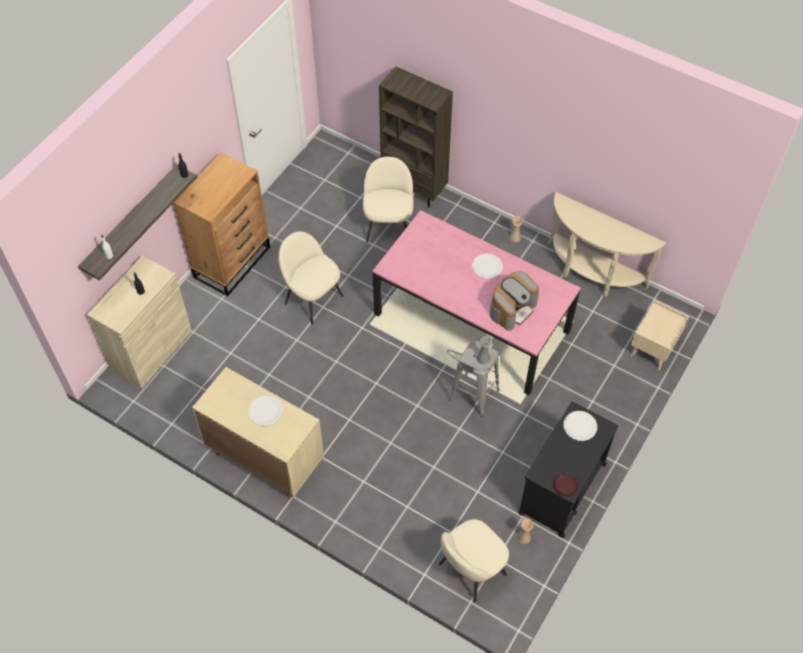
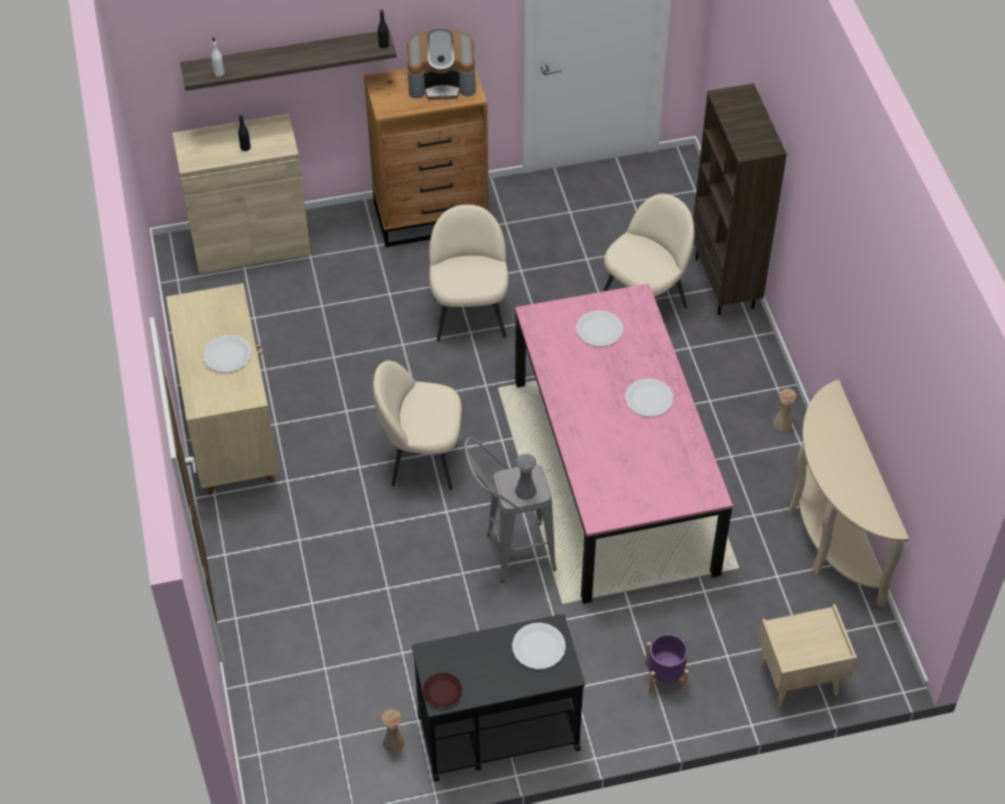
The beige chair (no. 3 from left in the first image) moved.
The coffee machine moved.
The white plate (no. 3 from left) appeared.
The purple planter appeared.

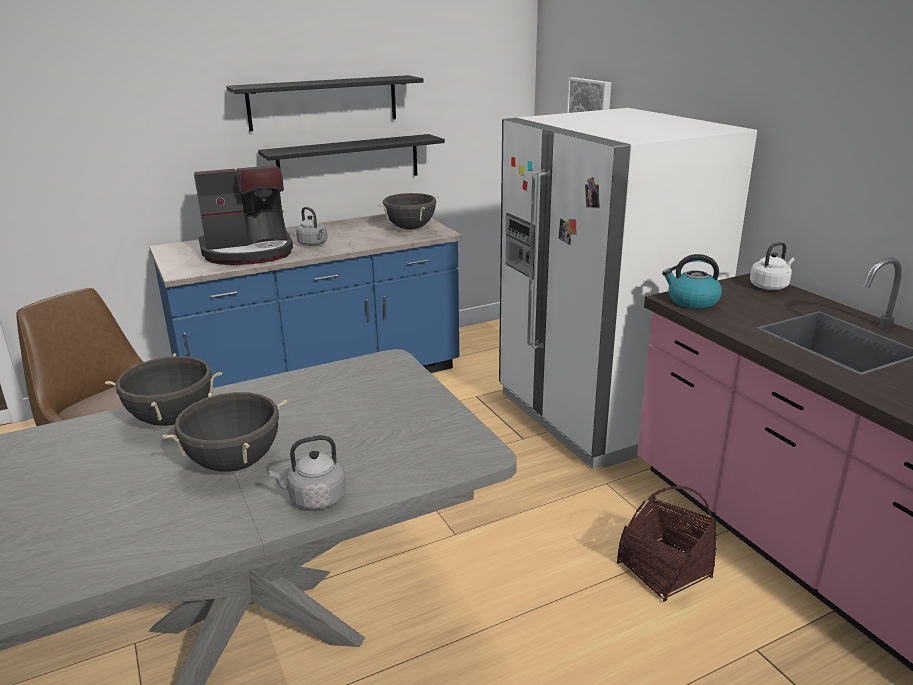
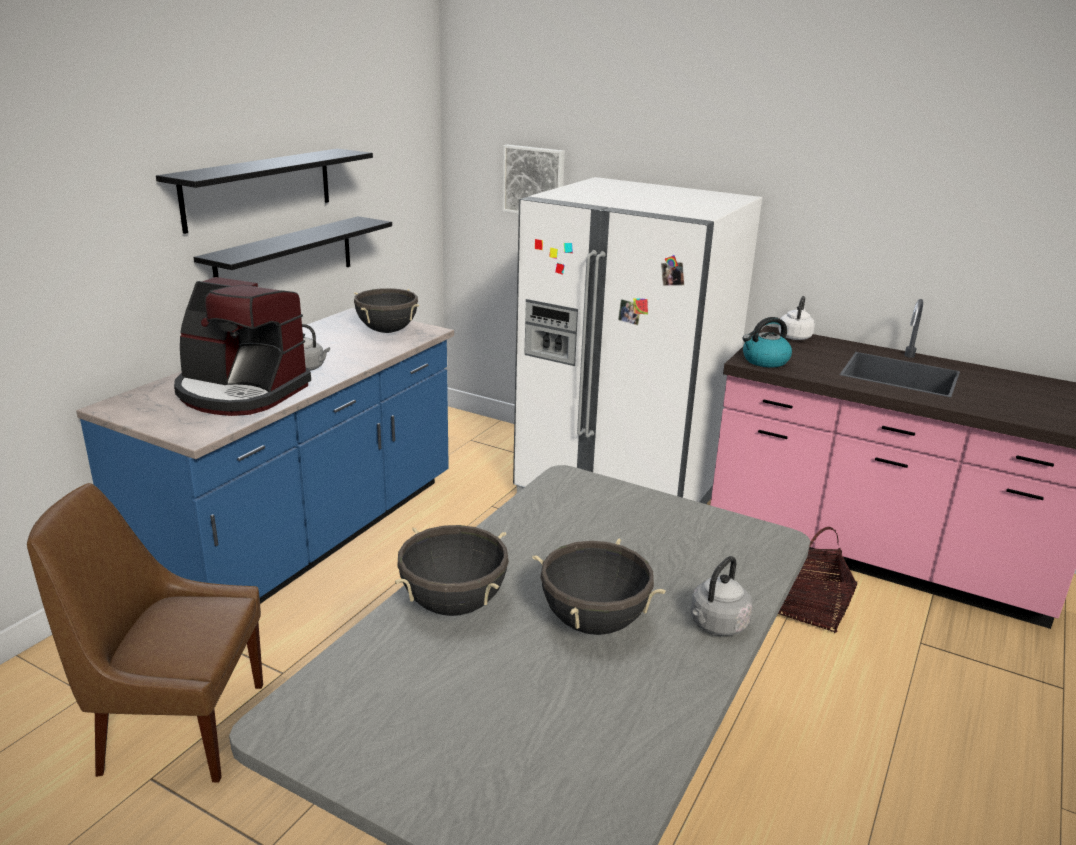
The coffee machine turned 75 degrees clockwise.

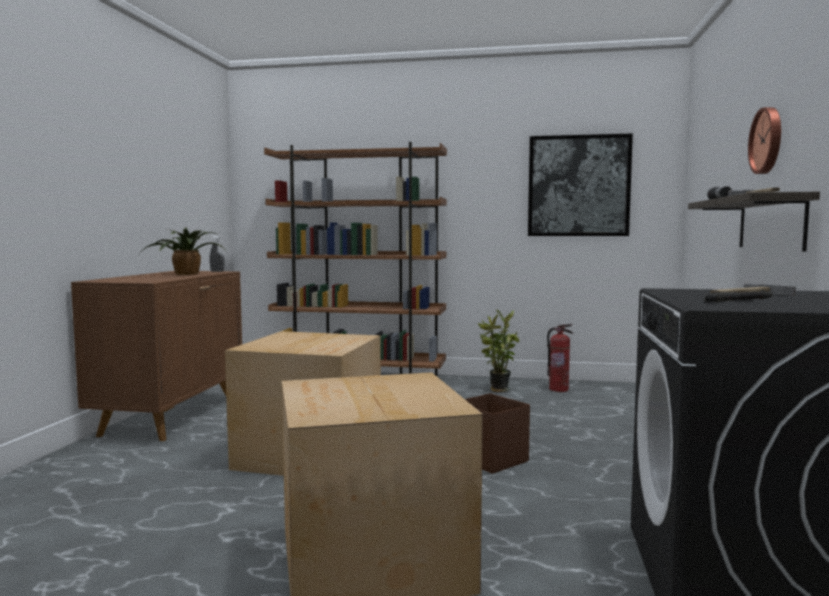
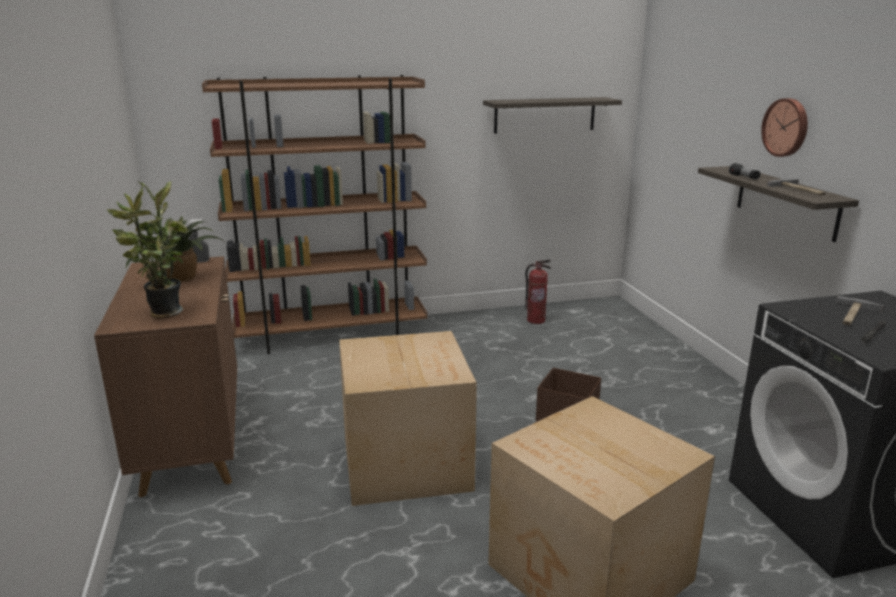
The potted plant (no. 2 from left in the first image) moved.
The picture was replaced by the shelf (no. 1 from left).

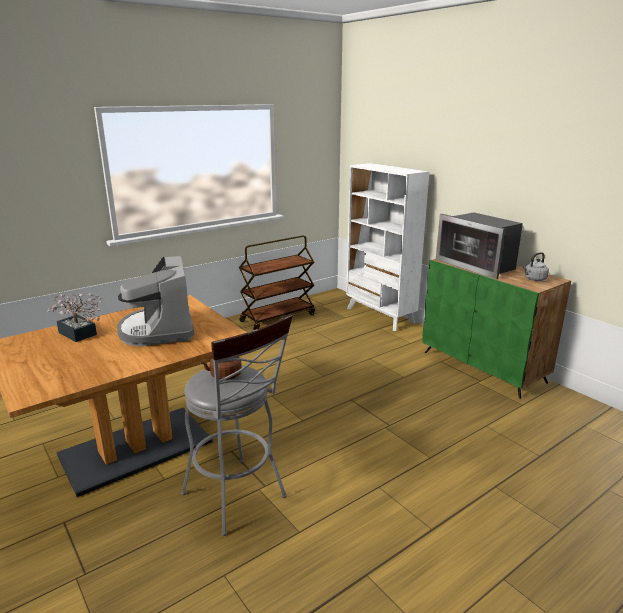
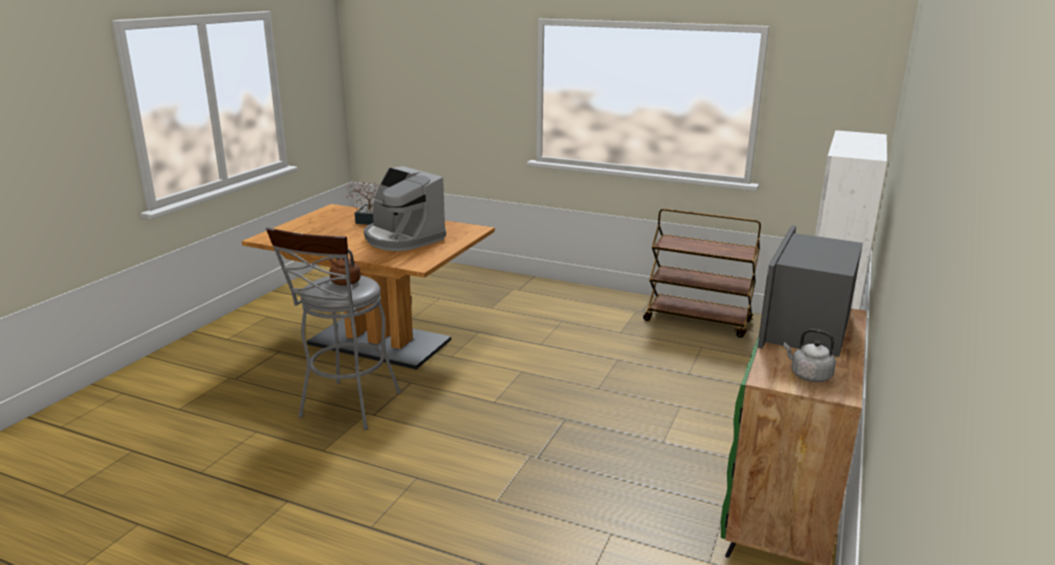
The coffee machine turned 90 degrees counterclockwise.

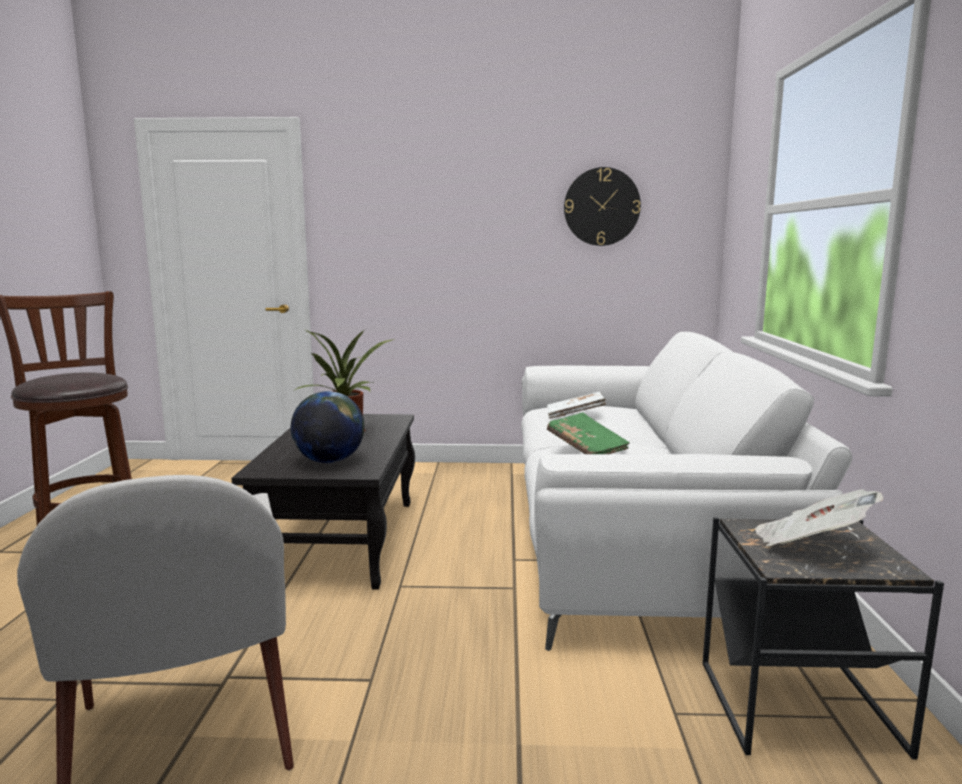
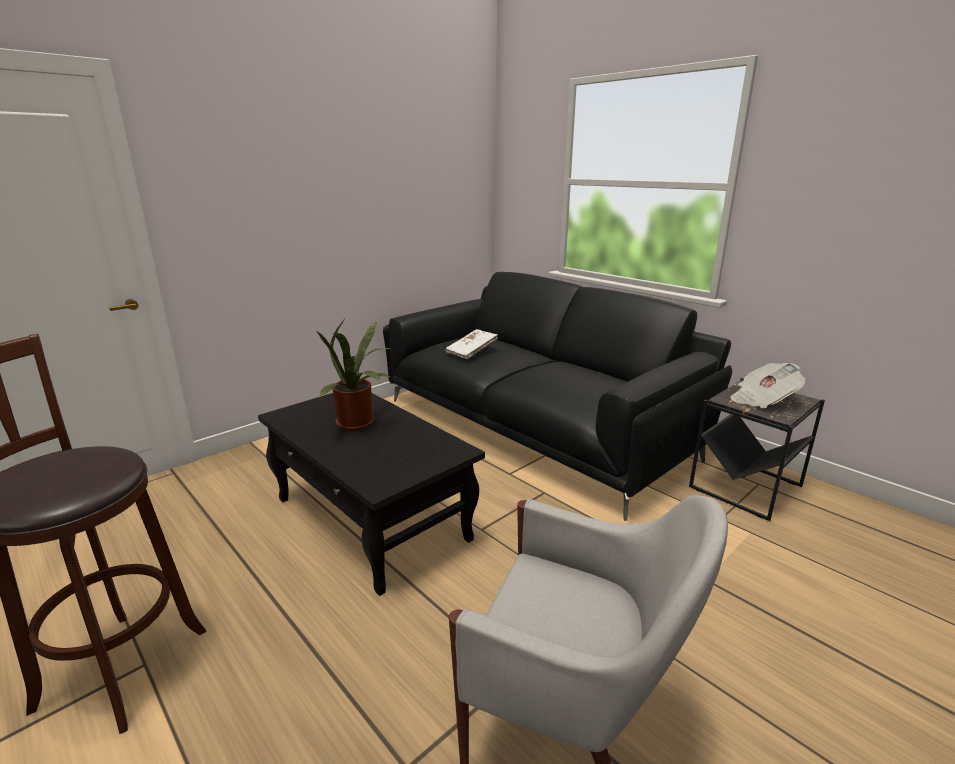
The globe disappeared.
The white sofa became the black sofa.
The green book disappeared.
The wall clock disappeared.

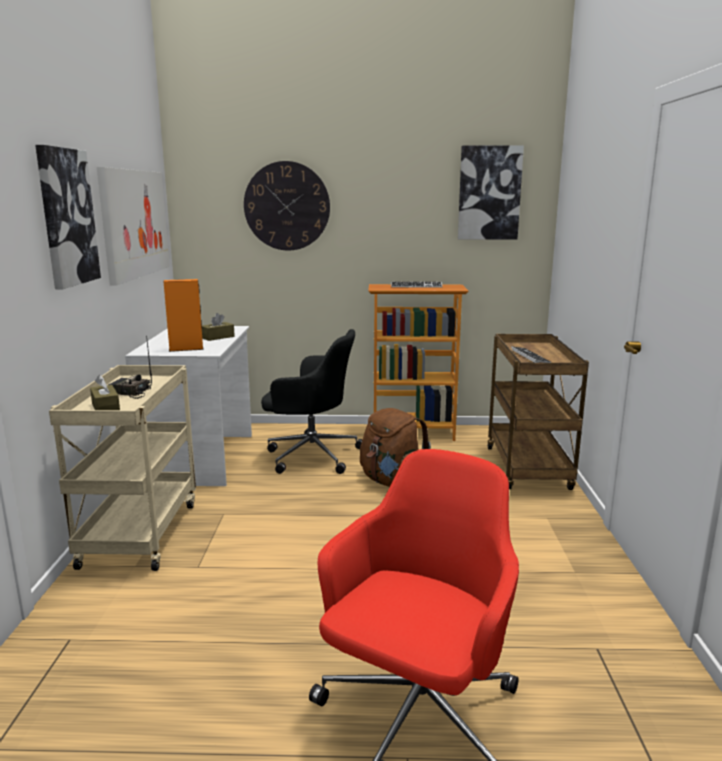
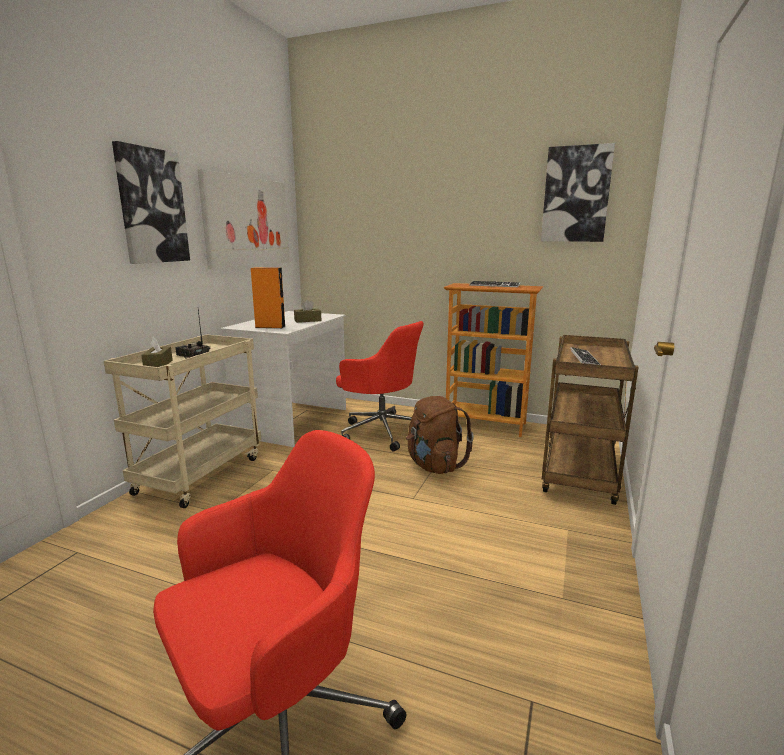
The wall clock disappeared.
The black office chair became the red office chair (no. 2 from left).

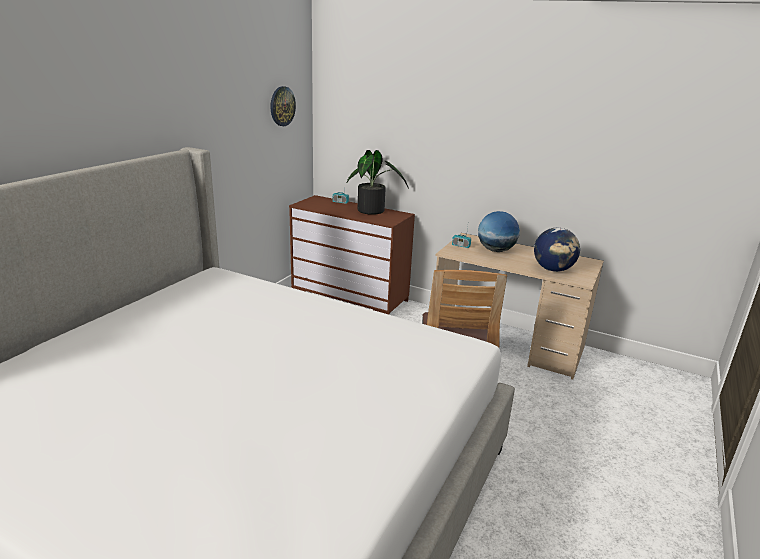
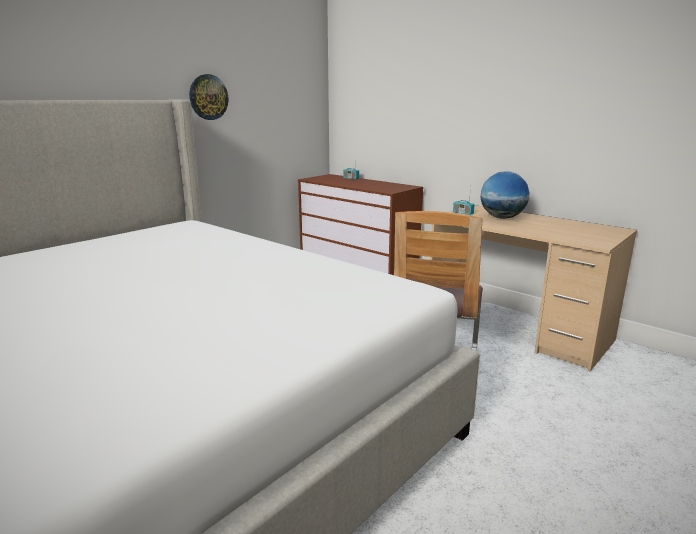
The wall clock moved.
The potted plant disappeared.
The globe (no. 2 from left) disappeared.

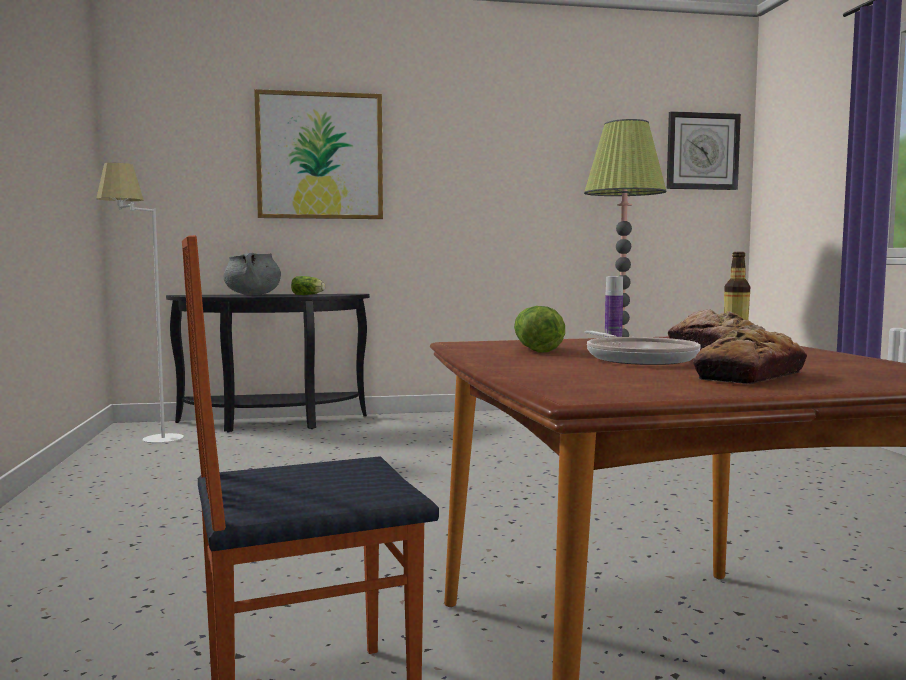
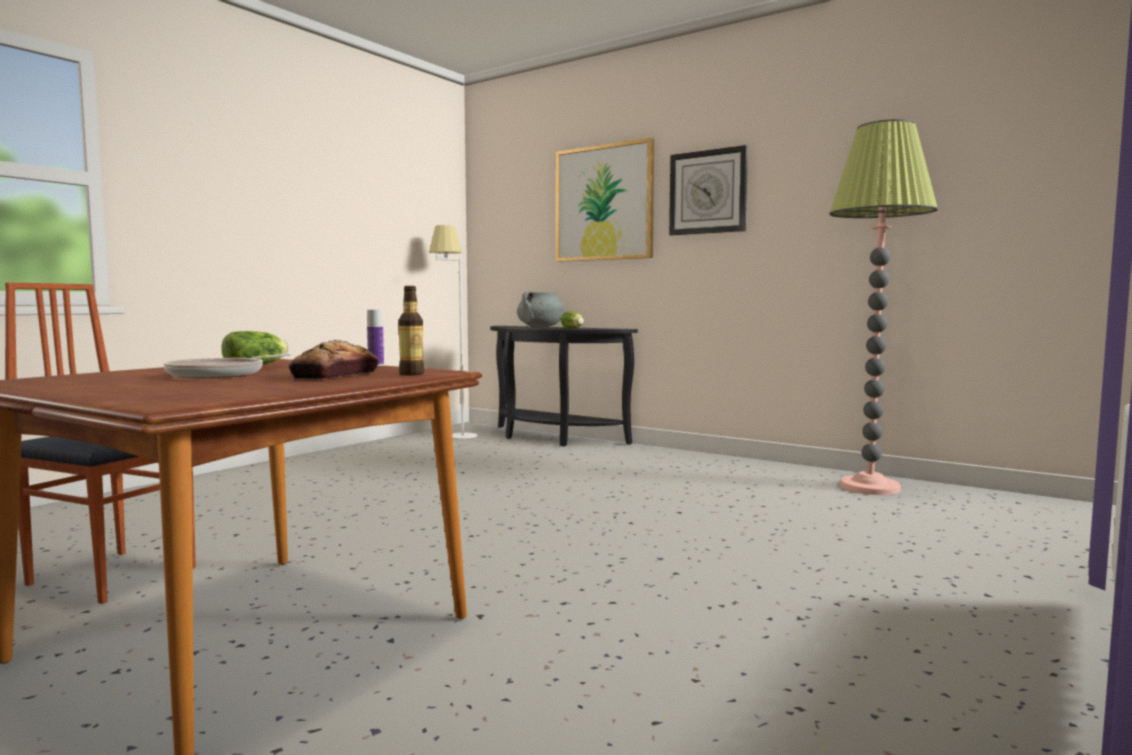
The wall clock moved.
The bread (no. 2 from left) disappeared.

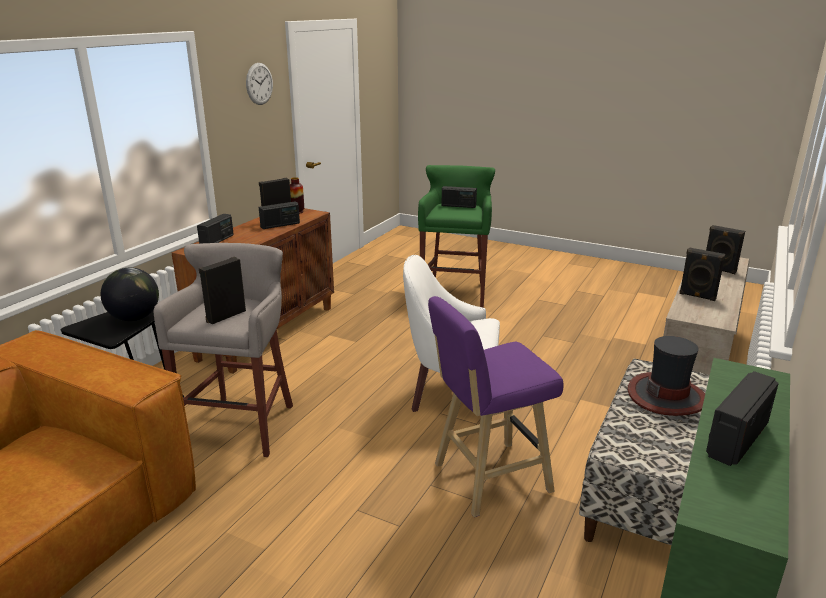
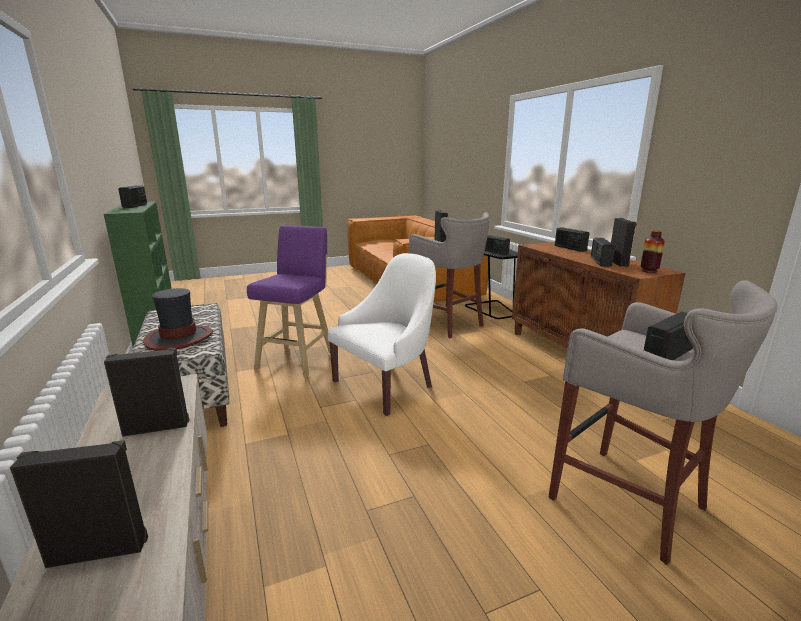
The globe was replaced by the radio (no. 2 from left).
The wall clock disappeared.
The green stool became the grey stool (no. 2 from left).

